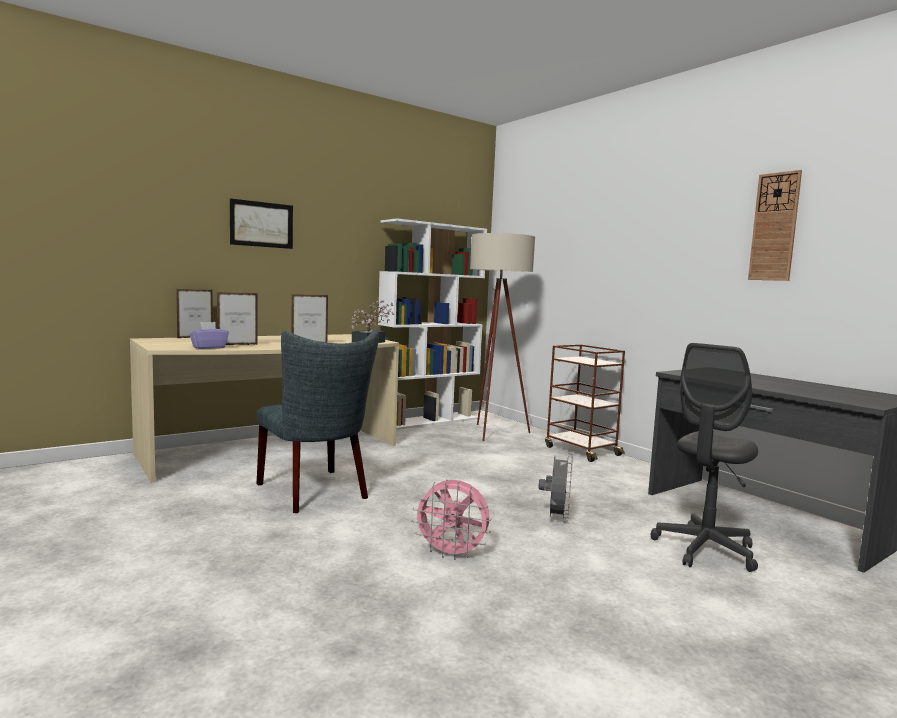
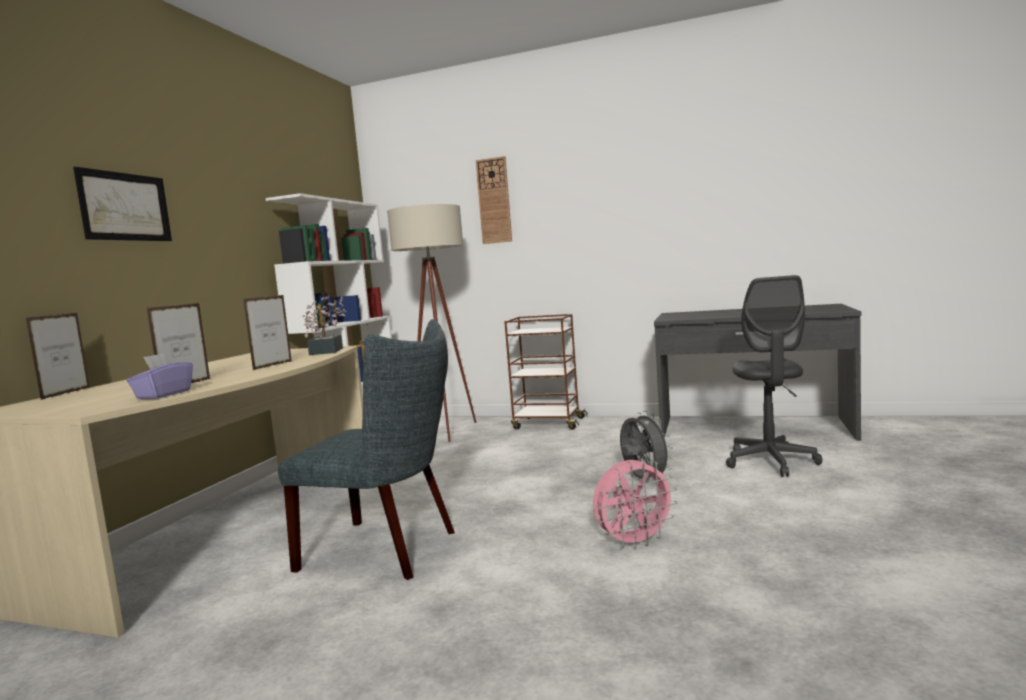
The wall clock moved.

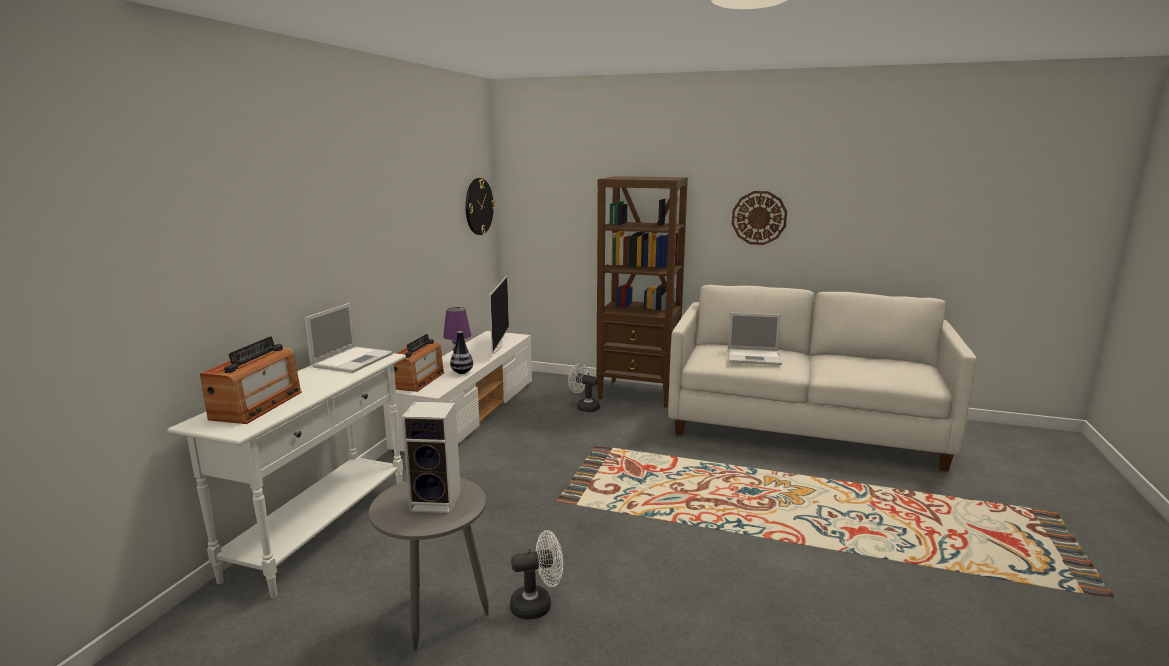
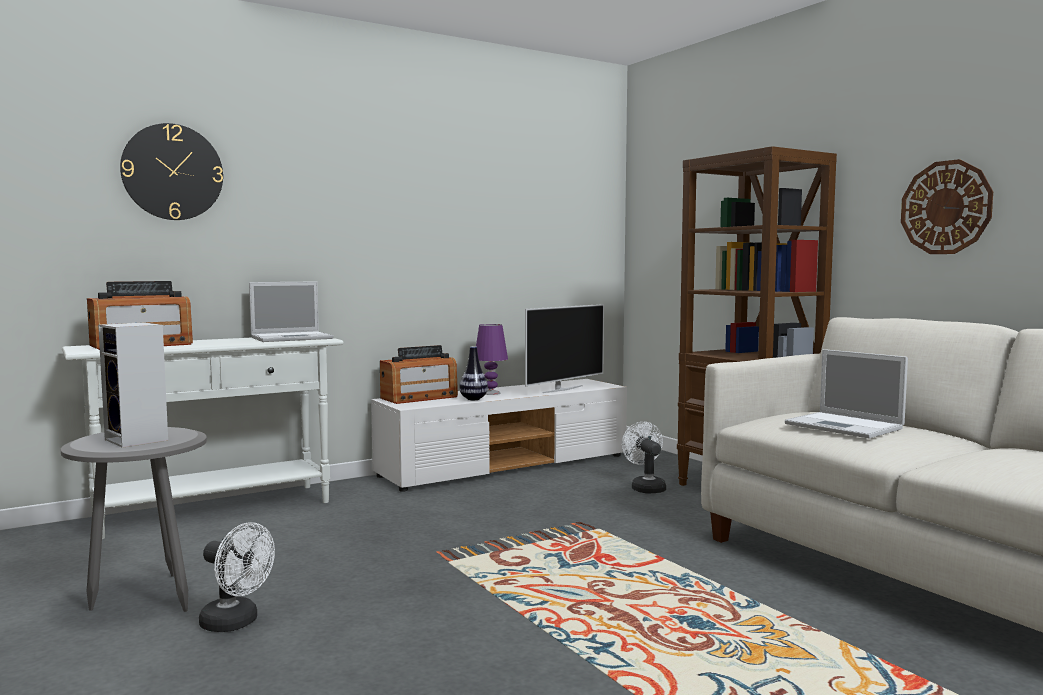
The wall clock (no. 1 from left) moved.

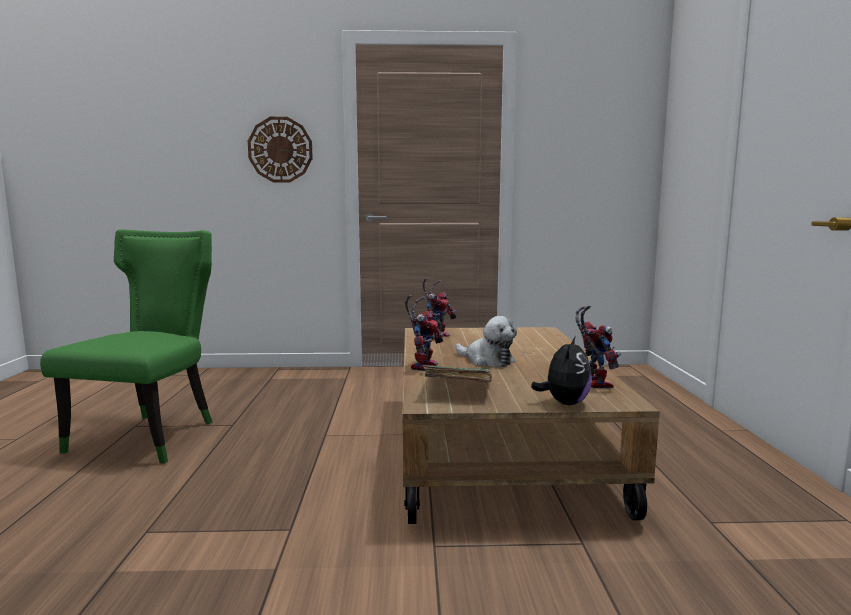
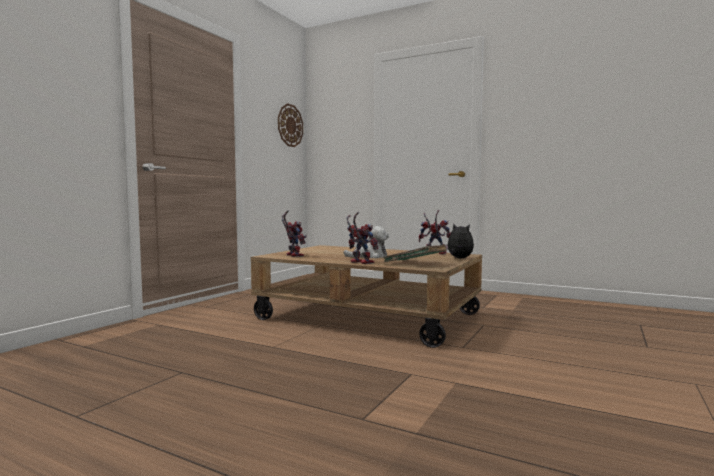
The green chair disappeared.
The wall clock moved.

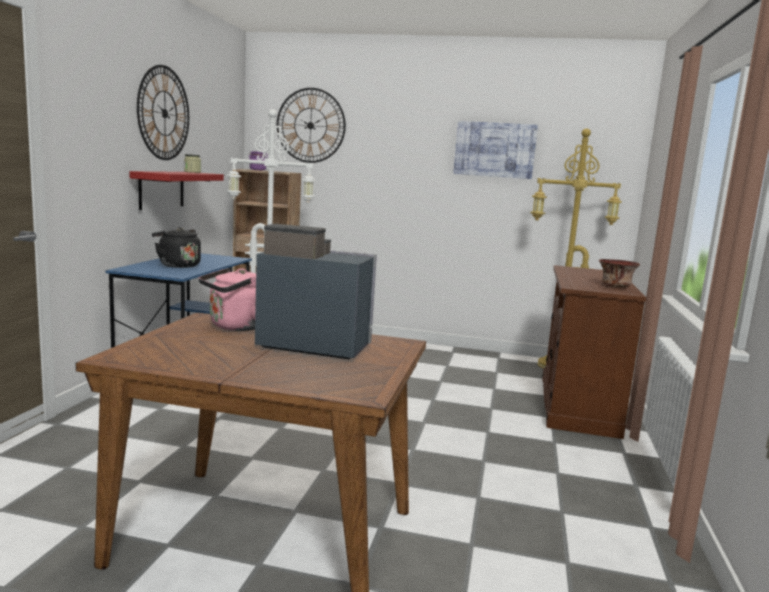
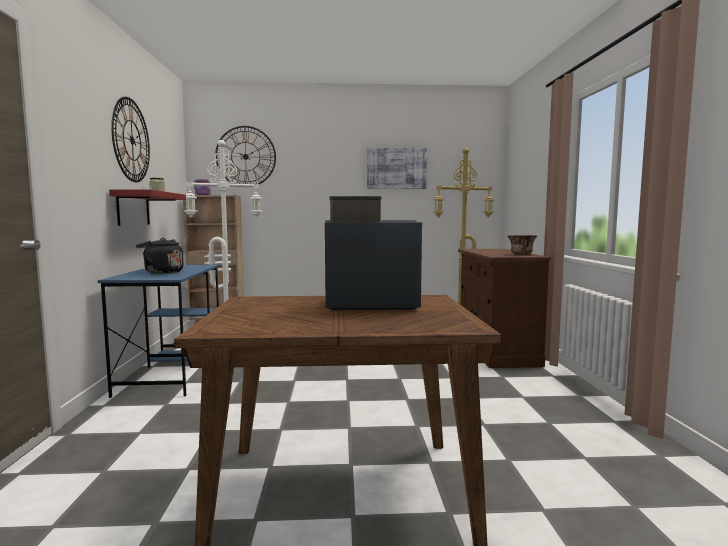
The pink kettle disappeared.

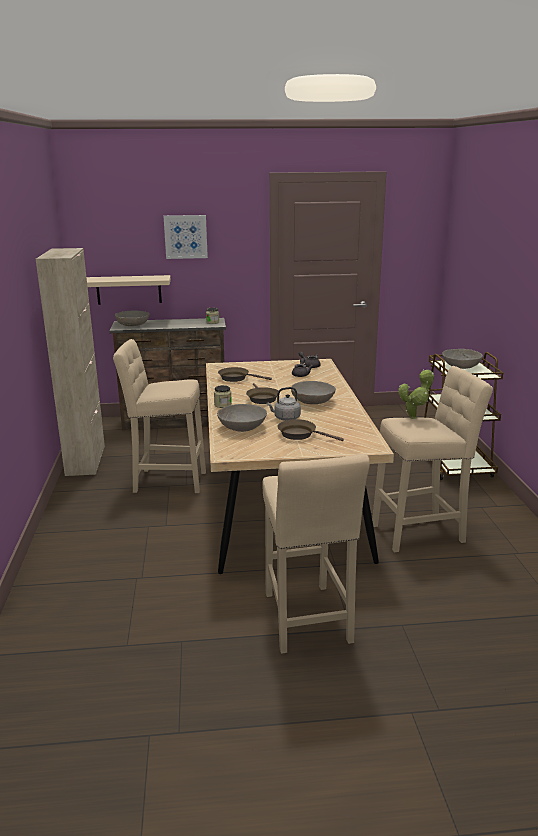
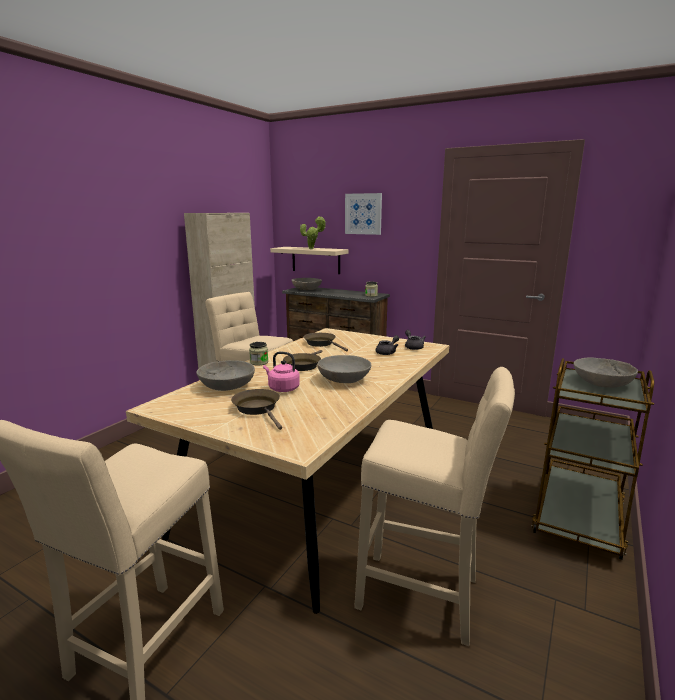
The grey kettle became the pink kettle.
The potted plant moved.

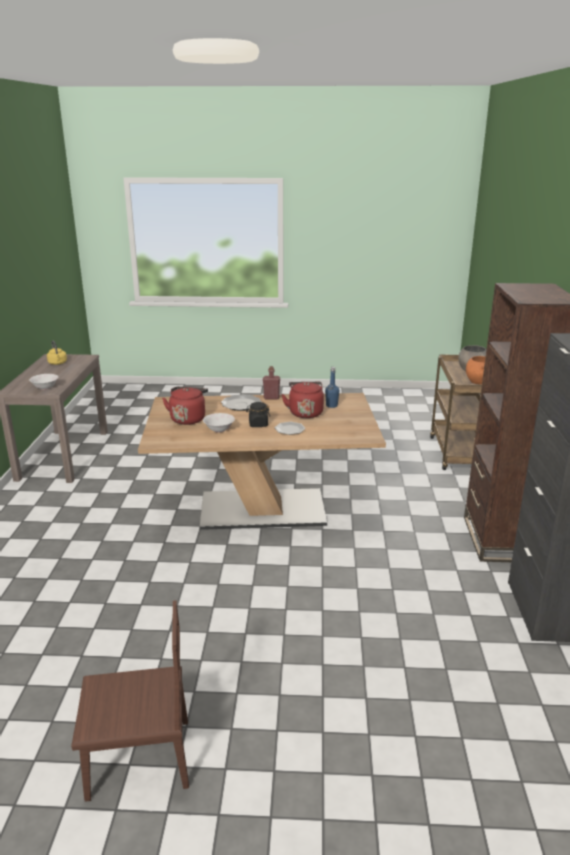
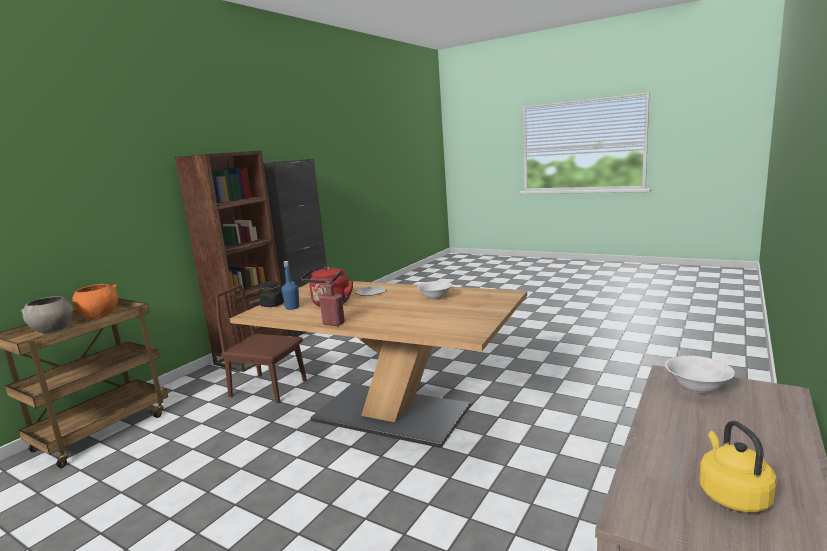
The brown chair moved.
The red kettle (no. 1 from left) disappeared.
The plate (no. 1 from left) disappeared.
The black jar moved.

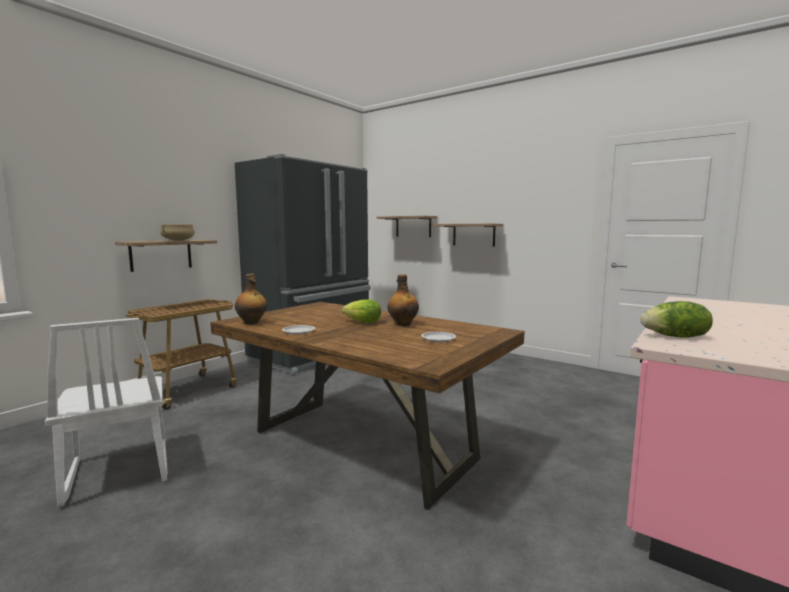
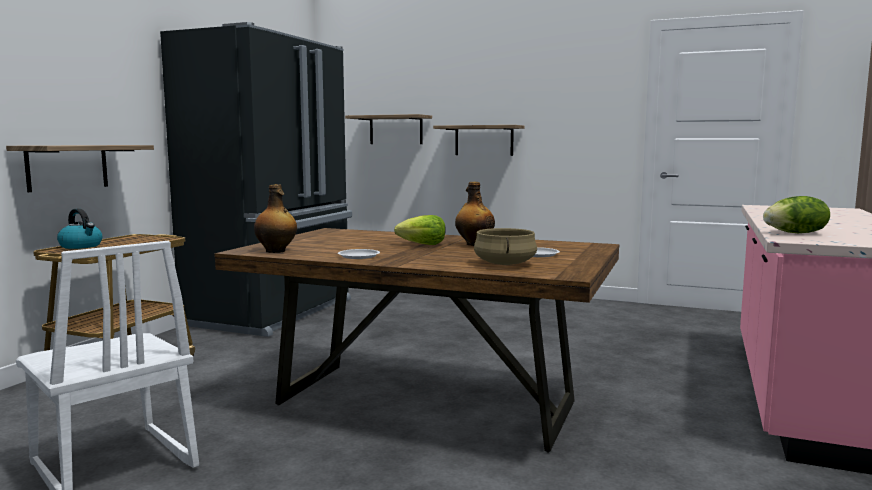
The beige cooking pot moved.
The kettle appeared.

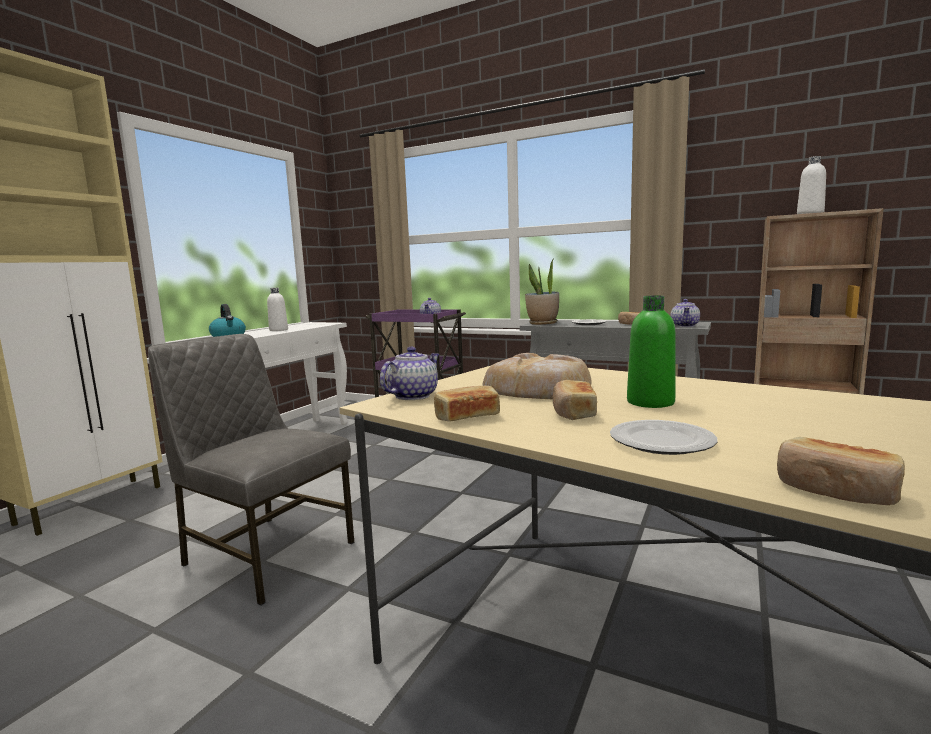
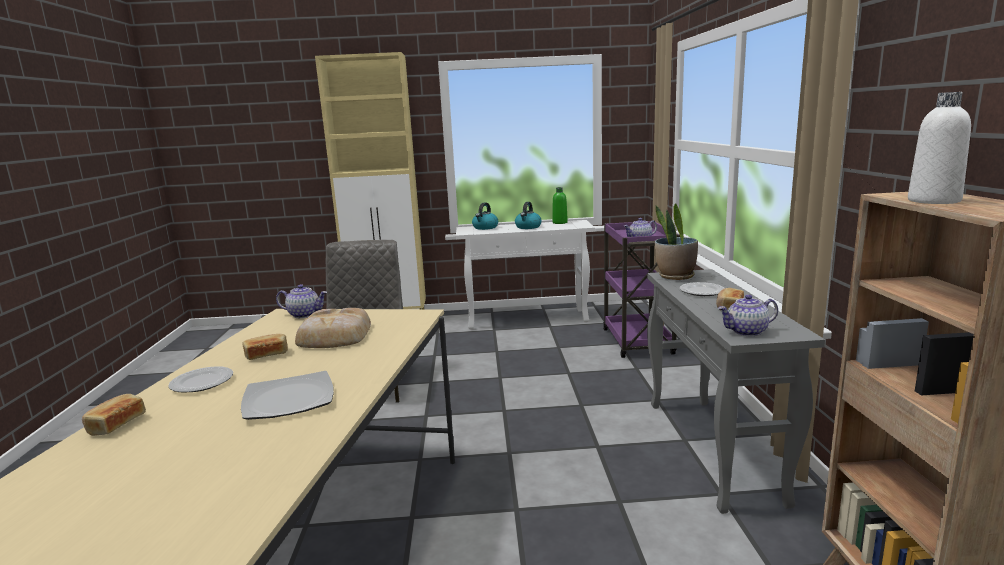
The white bottle (no. 1 from left) was replaced by the kettle (no. 2 from left).
The bread (no. 1 from left) disappeared.
The green bottle moved.
The plate (no. 2 from left) appeared.

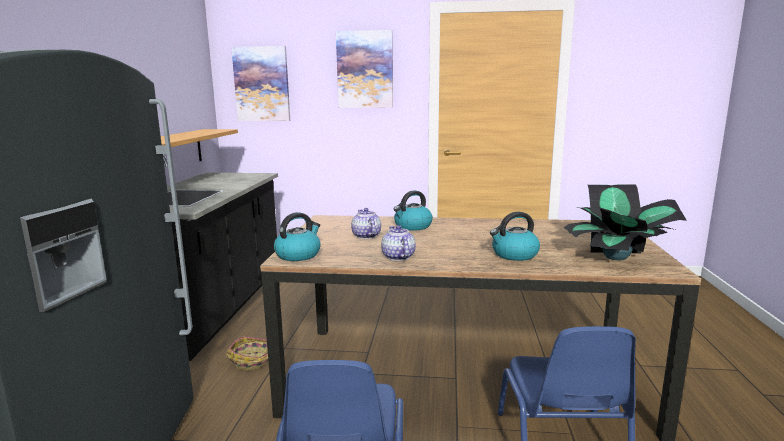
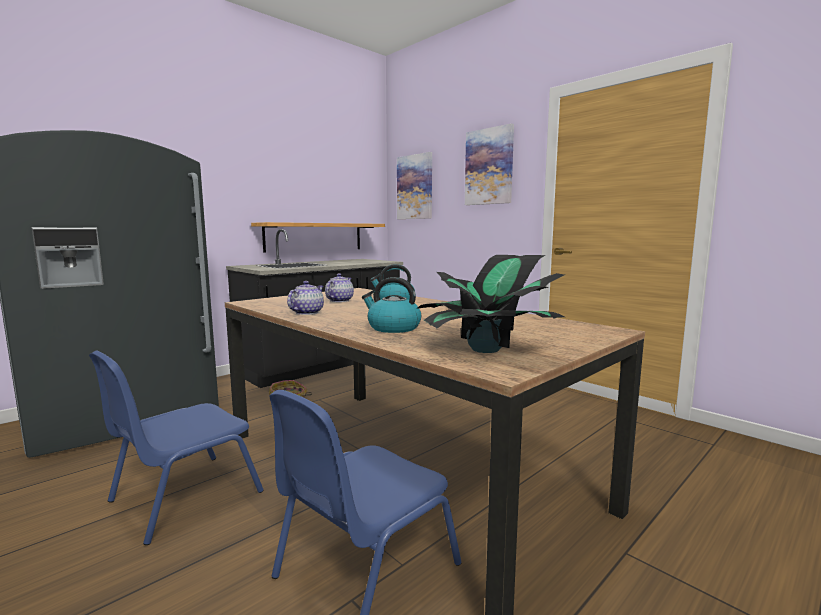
The kettle (no. 1 from left) disappeared.

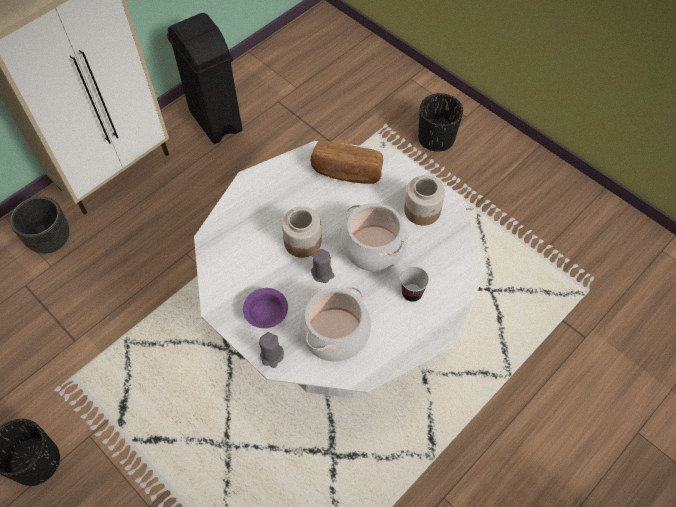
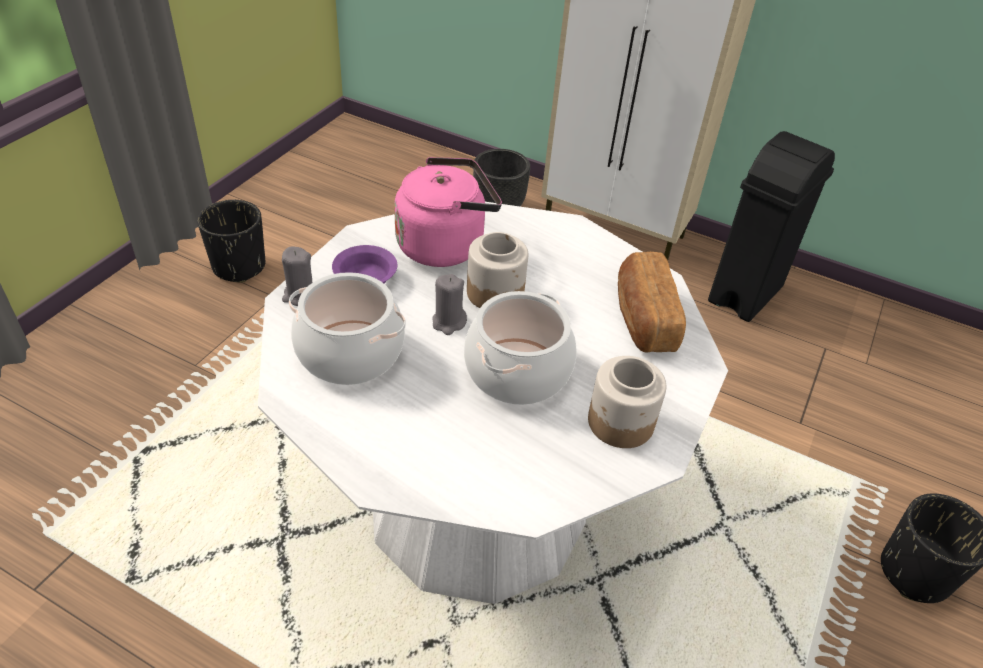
The cup disappeared.
The pink kettle appeared.

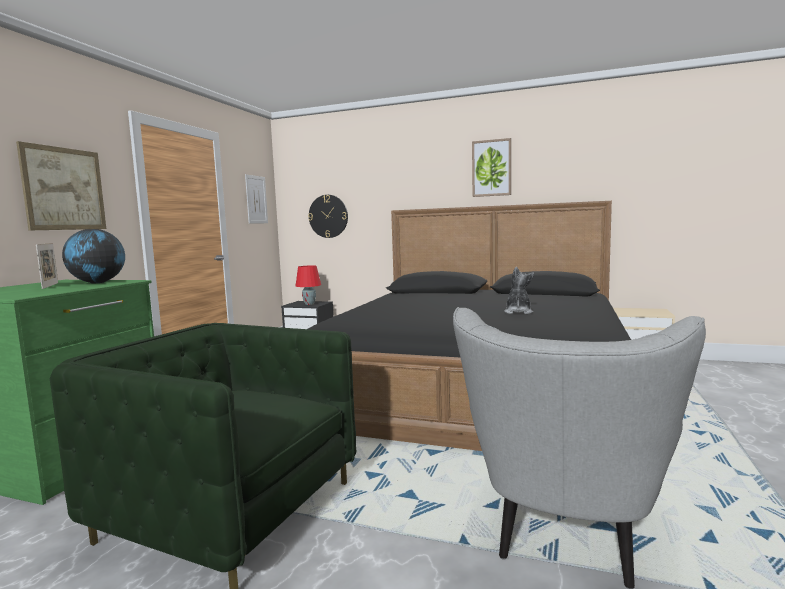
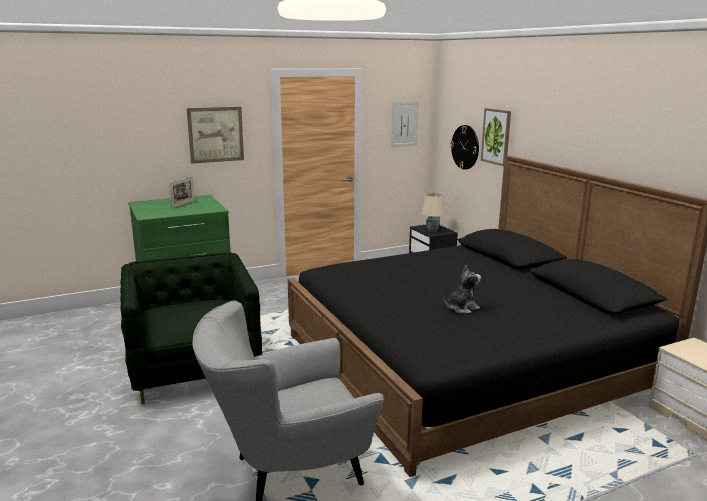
The globe disappeared.
The red table lamp became the beige table lamp.
The picture (no. 3 from left) moved.

